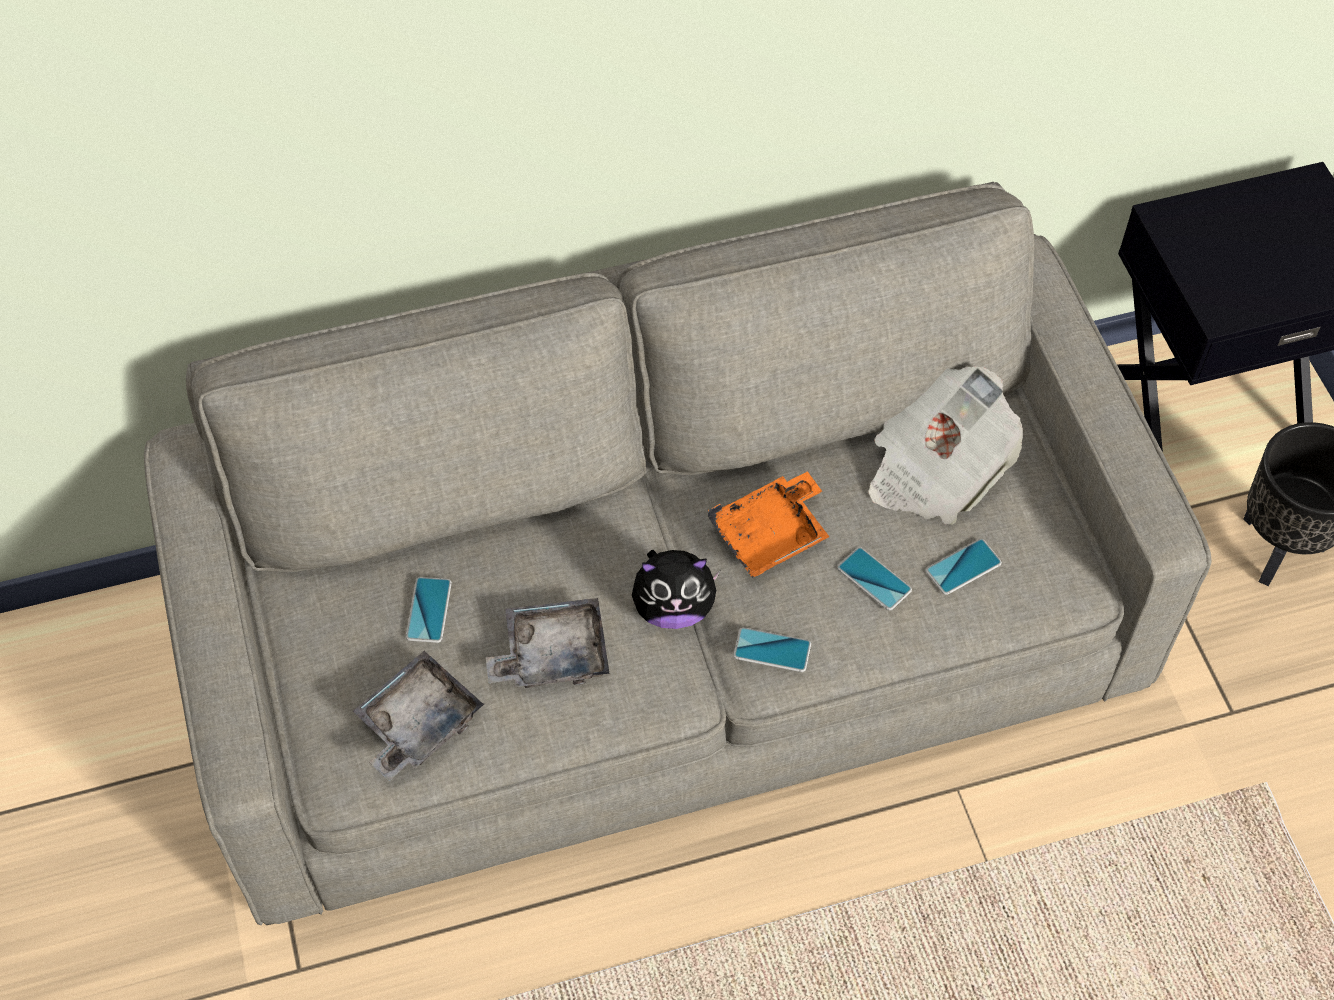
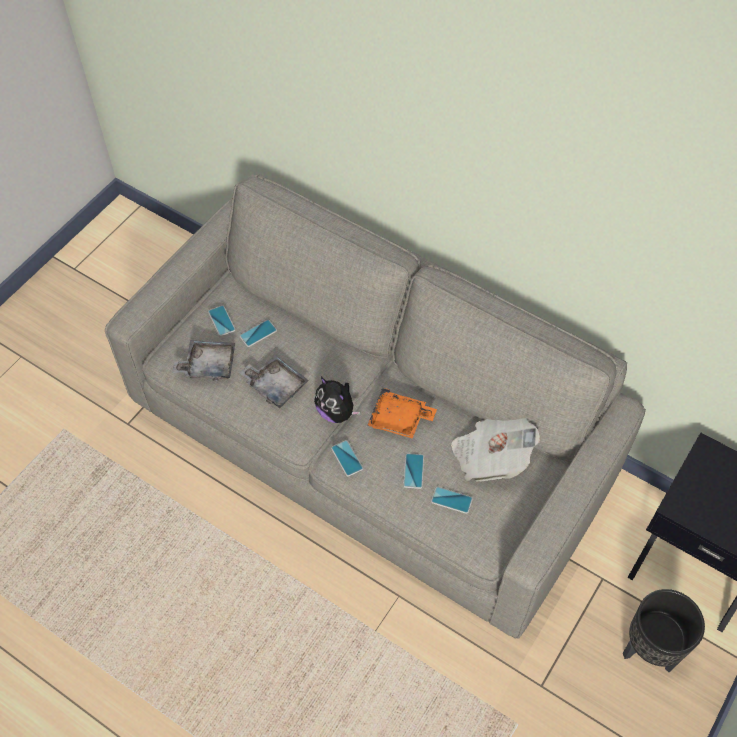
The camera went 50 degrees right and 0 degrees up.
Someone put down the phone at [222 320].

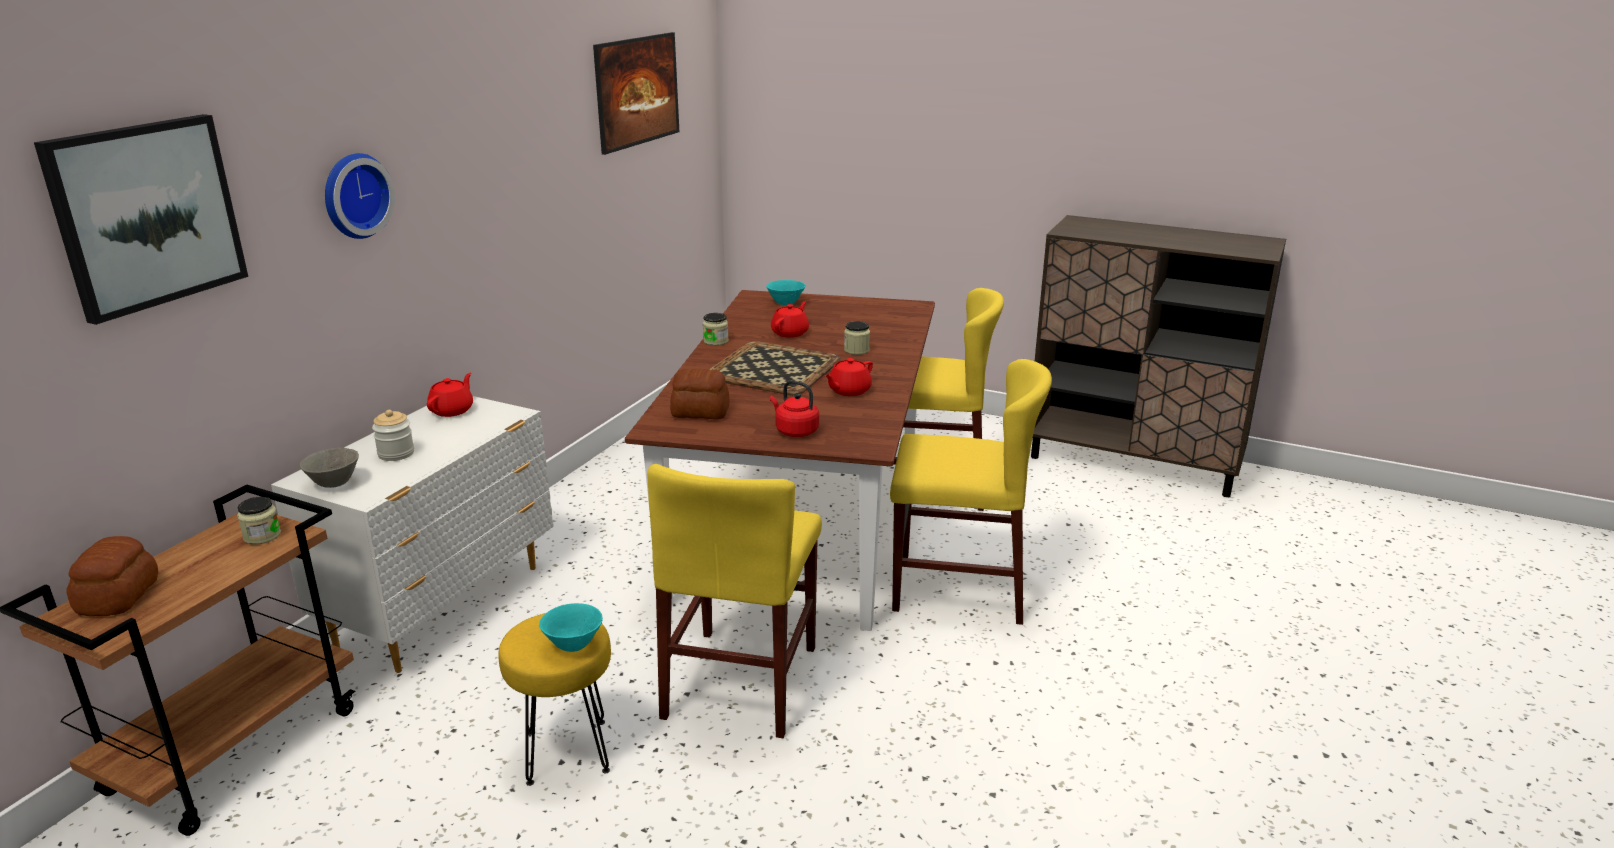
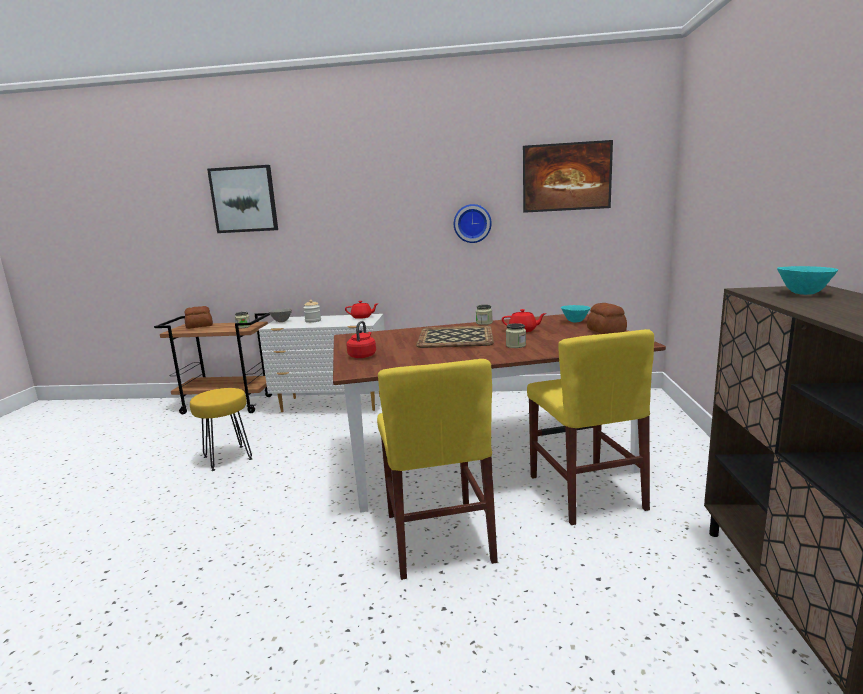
The camera went 70 degrees right and 10 degrees down.
Someone carried the wall_clock from [360 196] to [473 223].
Someone carried the bread from [699 394] to [607 318].
Someone carried the turquoise_bowl from [571 627] to [807 280].
Someone took away the yellow_chair at [734 601].
Someone took away the red_teapot at [849 377].

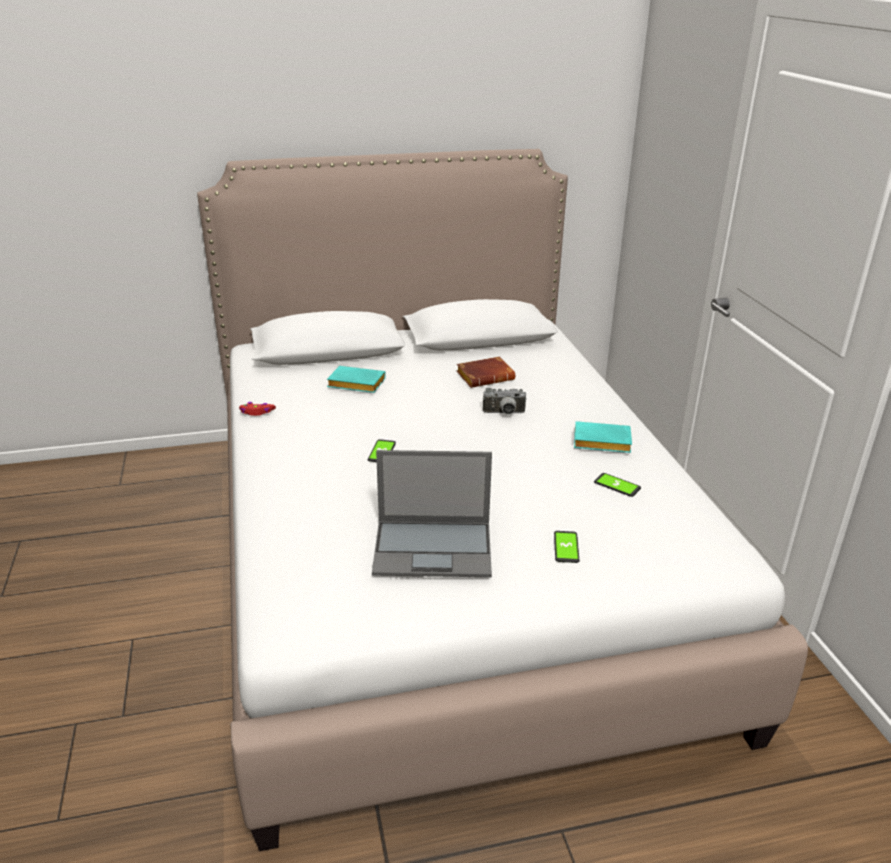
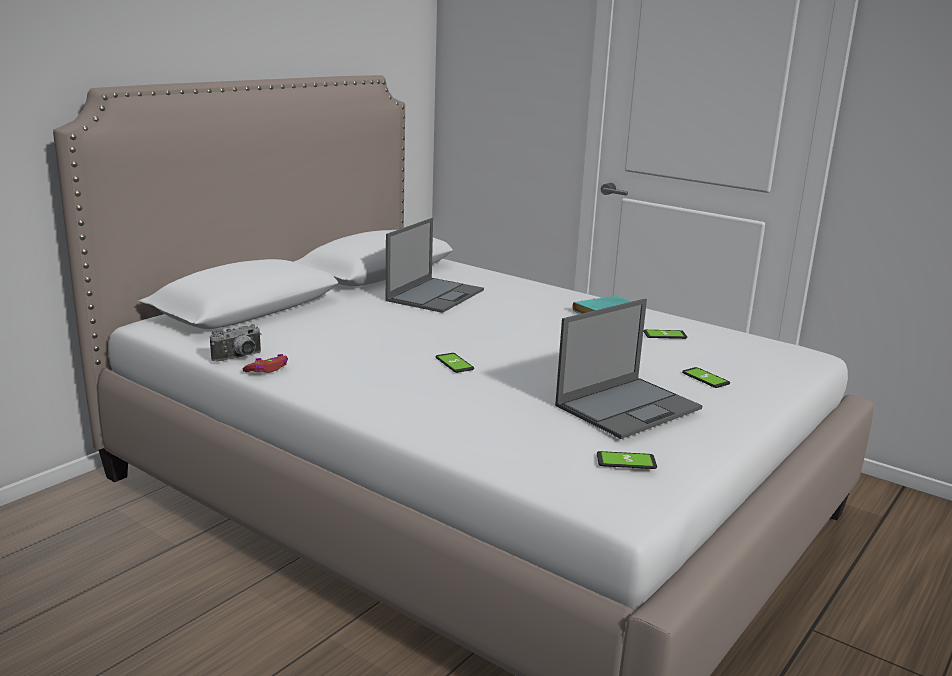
The camera went 40 degrees left and 10 degrees down.
Someone carried the photo_camera from [505 401] to [236 343].
Someone swapped the brown_book at [486 372] for the laptop at [435 265].
Someone put down the phone at [627 460].
Someone took away the turquoise_book at [356 379].

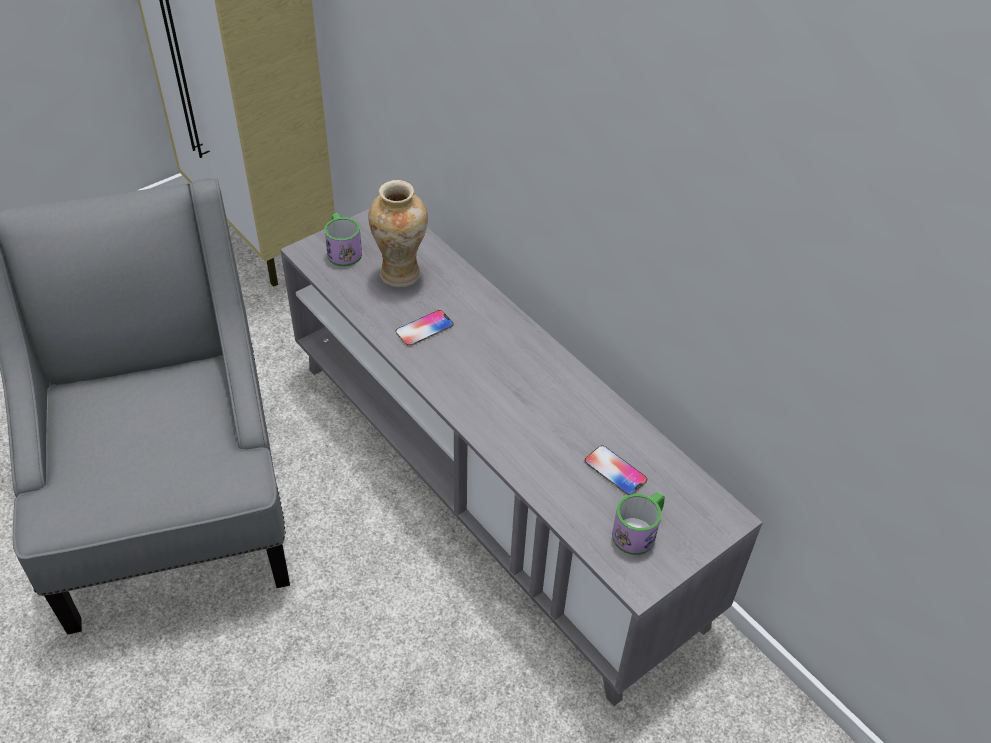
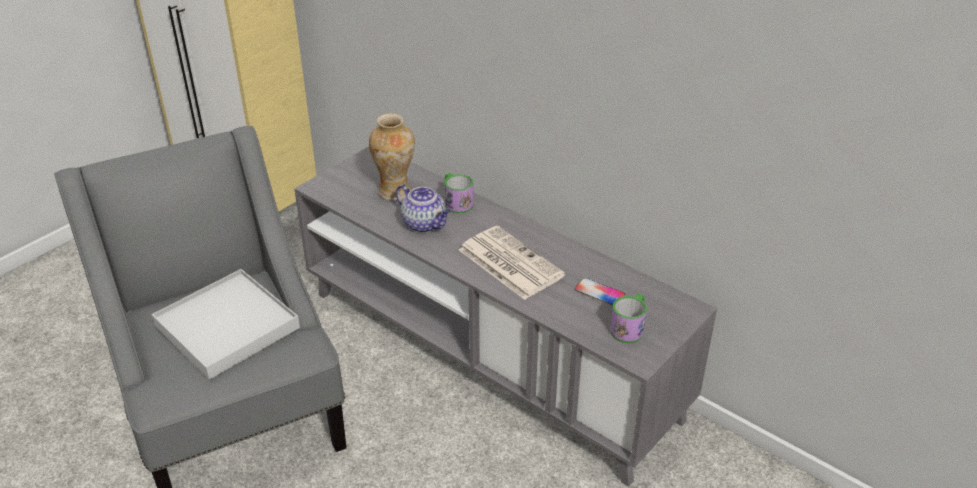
The camera went 10 degrees left and 10 degrees down.
Someone put down the white_tray at [226 324].
Someone swapped the phone at [425 328] for the teapot at [423 208].
Someone carried the mug from [343 240] to [459 193].
Someone put down the newspaper at [512 263].

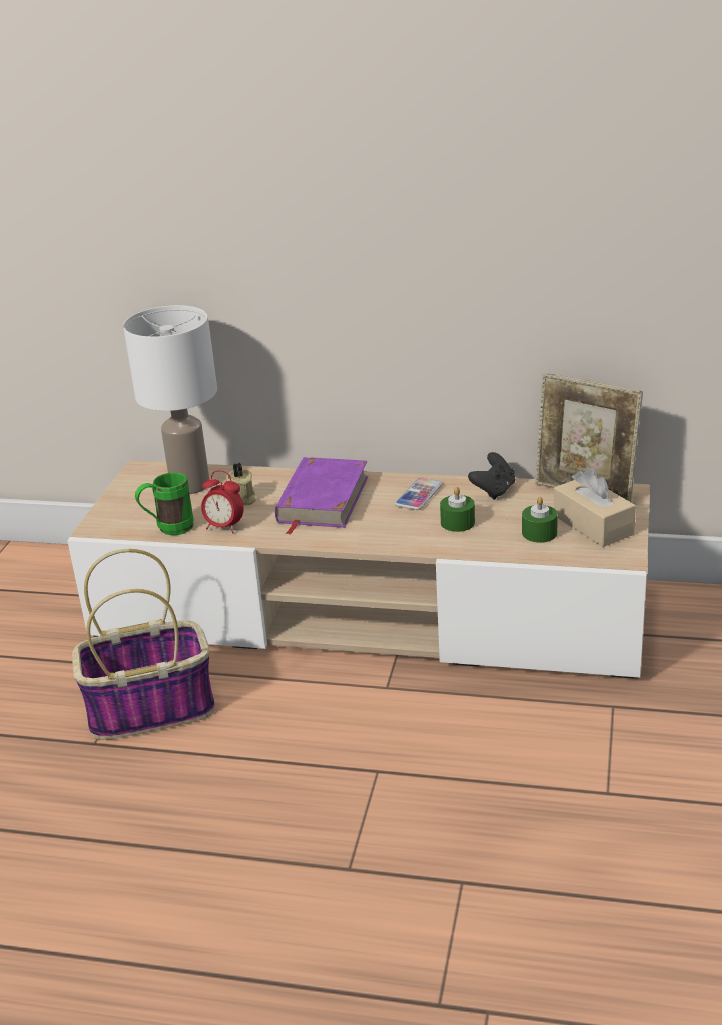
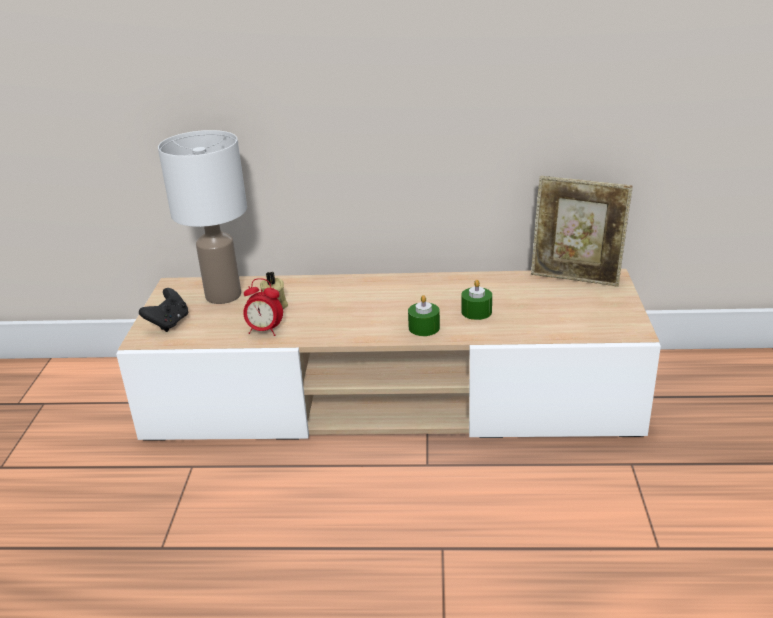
The camera went 10 degrees left and 0 degrees up.
Someone carried the black_game_controller from [491 476] to [163 310].
Someone carried the green_candle from [540 520] to [424 315].
Someone took away the basket at [143 644].
Someone took away the green_mug at [164 503].
Someone took away the purple_book at [321 496].
Someone took away the phone at [419 493].
Someone took away the beige_tissue_box at [595 507].

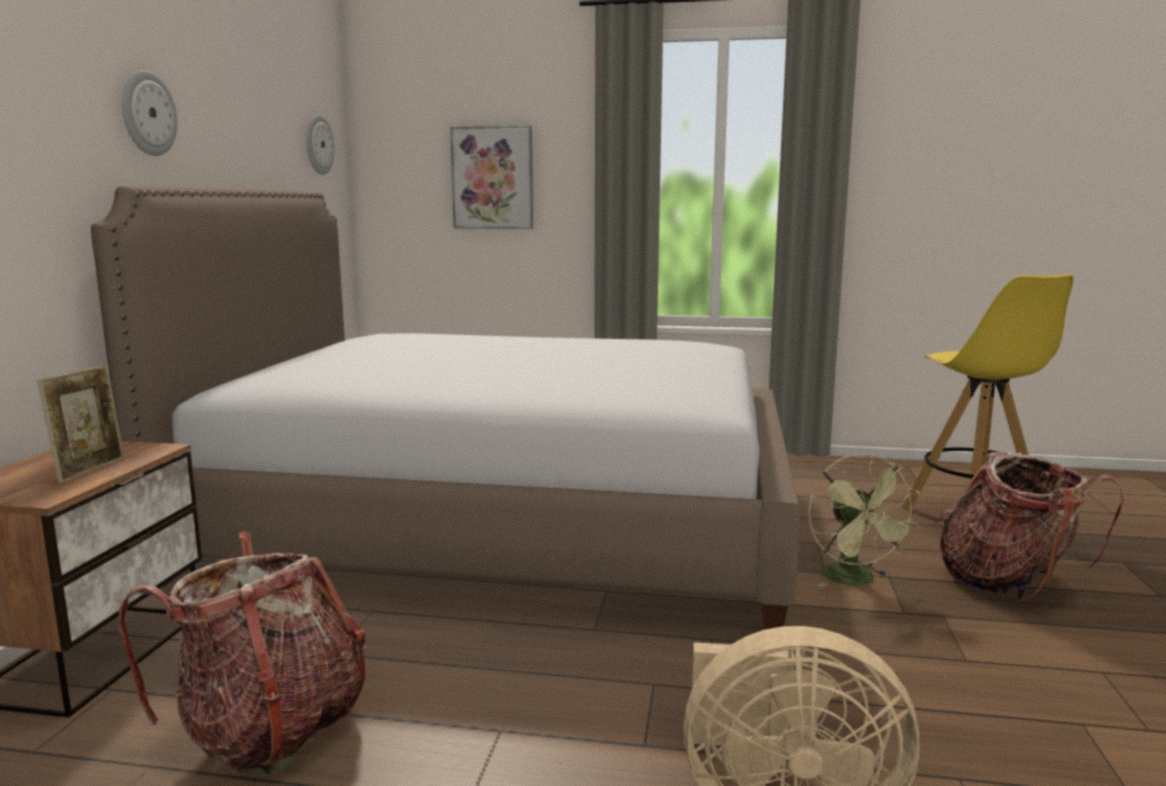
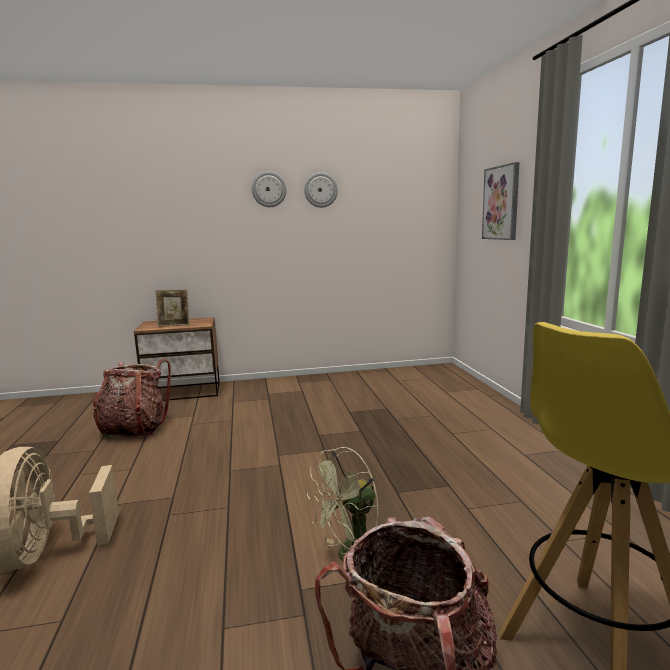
The camera went 70 degrees right and 0 degrees up.
Someone carried the wall_clock from [320 145] to [321 190].
Someone took away the bed at [445 408].

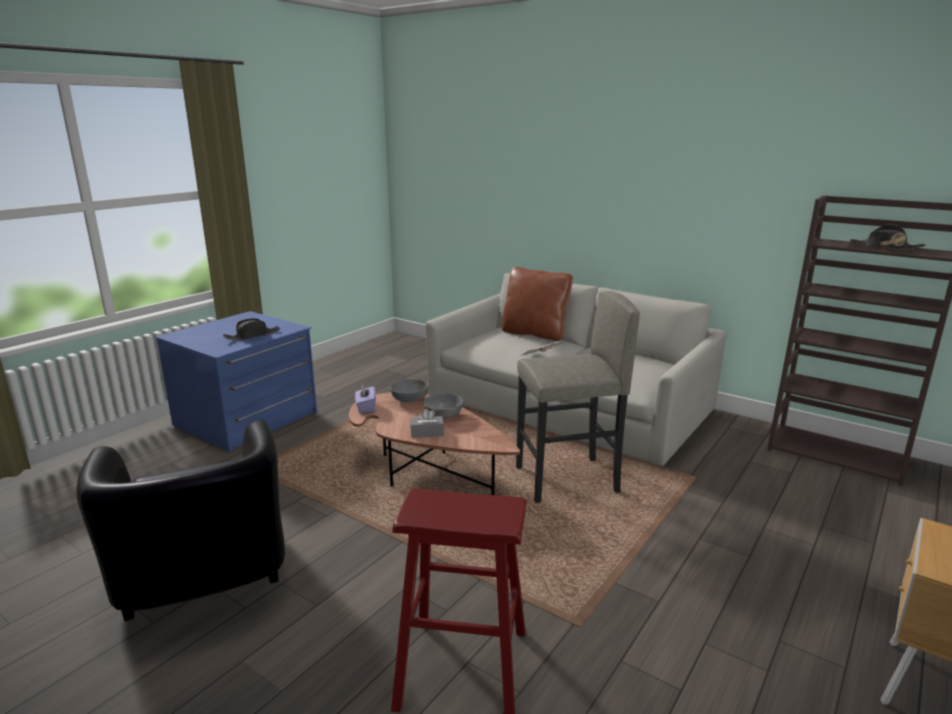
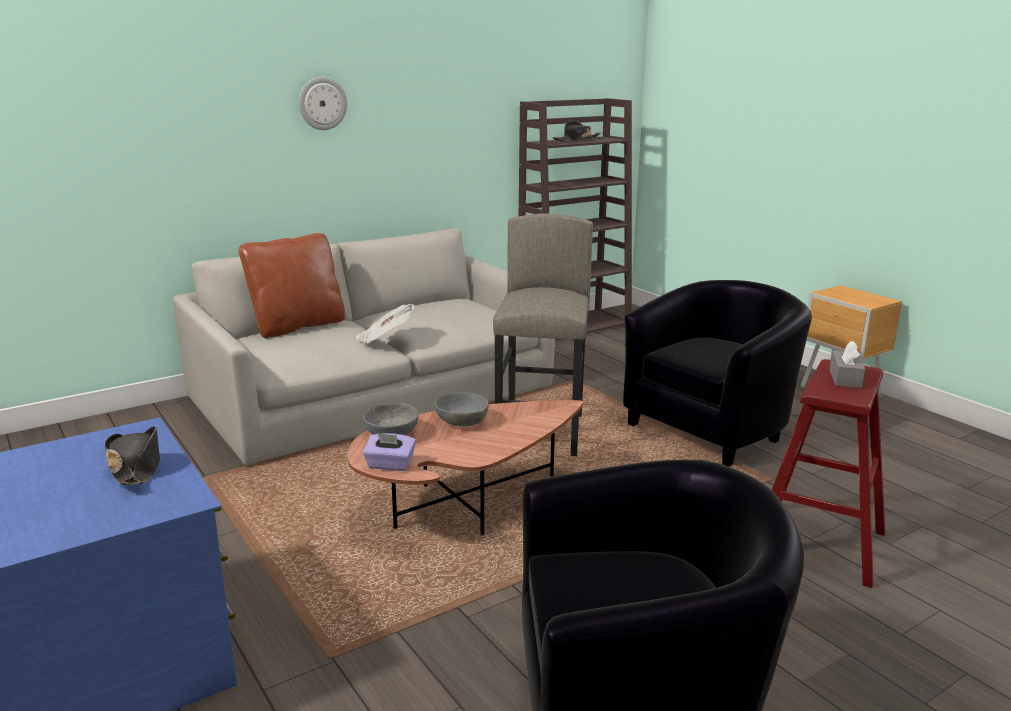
The camera went 70 degrees left and 0 degrees up.
Someone put up the wall_clock at [323 103].
Someone put down the black_armchair at [717 373].
Someone carried the grey_tissue_box from [427 423] to [847 364].

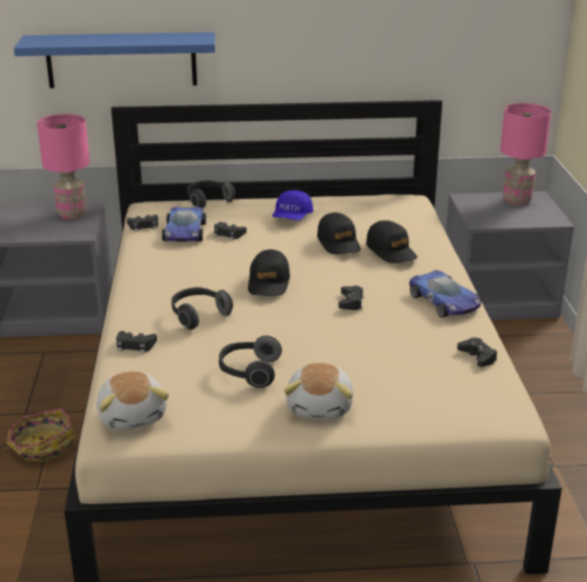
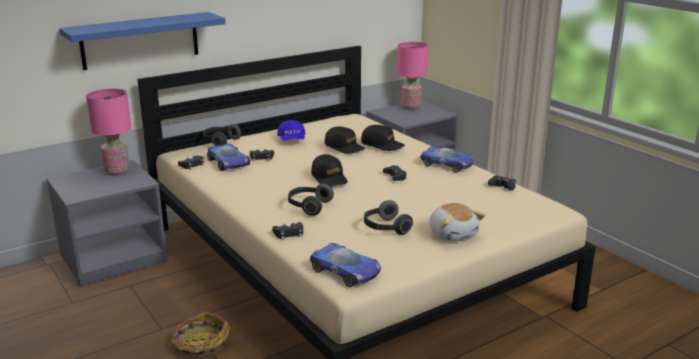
The camera went 30 degrees left and 5 degrees down.
Someone swapped the plush_toy at [132 400] for the toy_car at [345 265].

